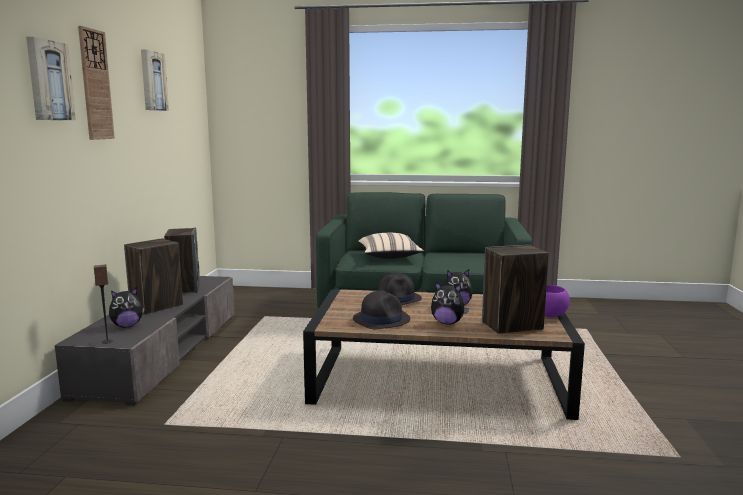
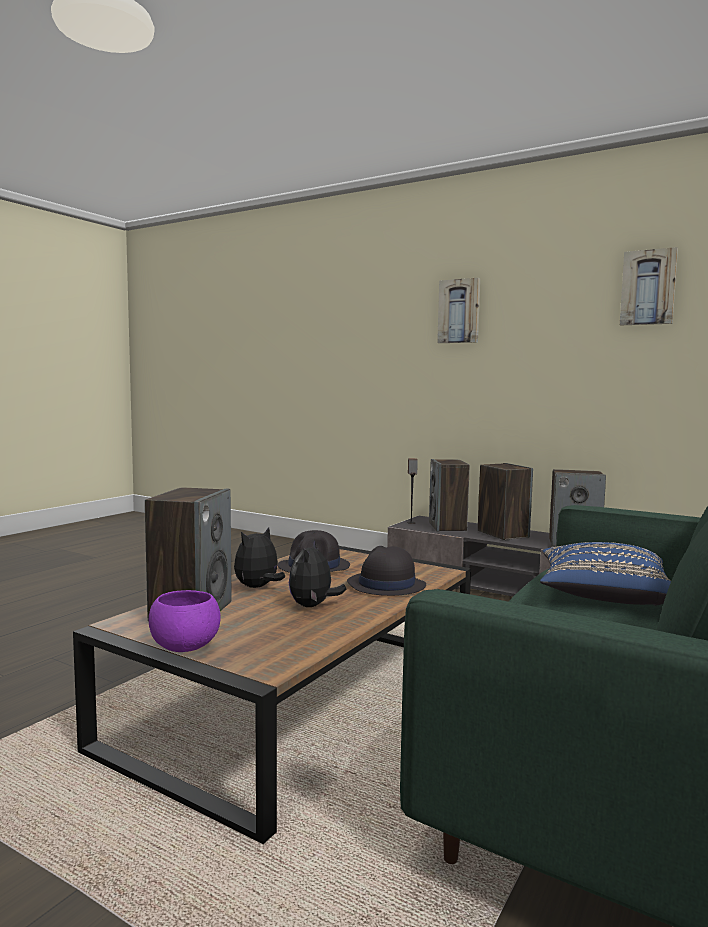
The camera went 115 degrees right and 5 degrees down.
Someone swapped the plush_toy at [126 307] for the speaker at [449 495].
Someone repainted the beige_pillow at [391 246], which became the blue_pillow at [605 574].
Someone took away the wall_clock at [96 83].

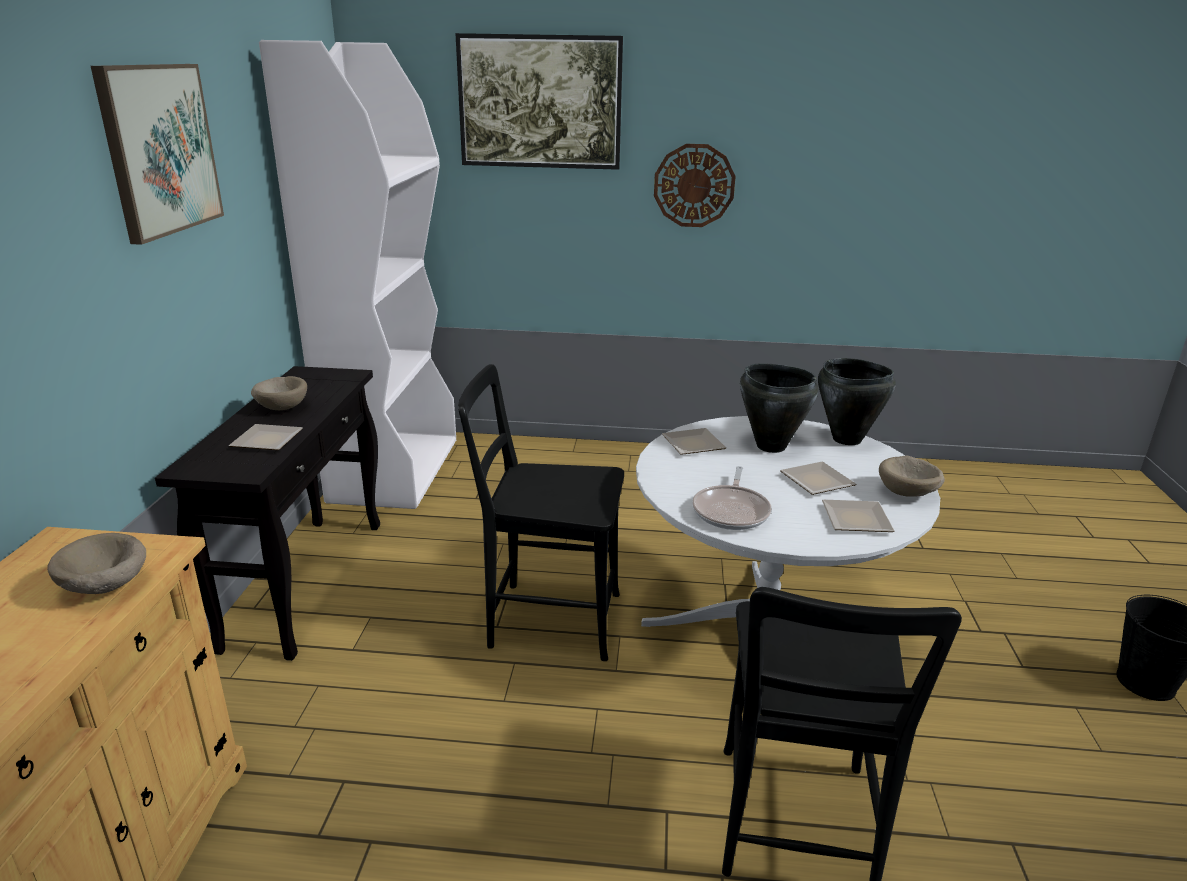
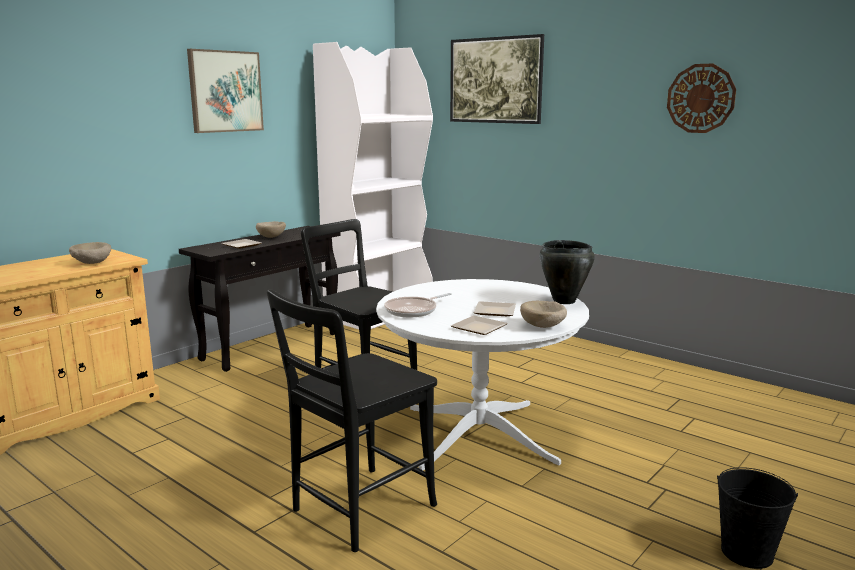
The camera went 35 degrees right and 10 degrees down.
Someone carried the wall_clock from [695 185] to [701 98].
Someone took away the plate at [694 441].
Someone took away the black_cooking_pot at [779 408].

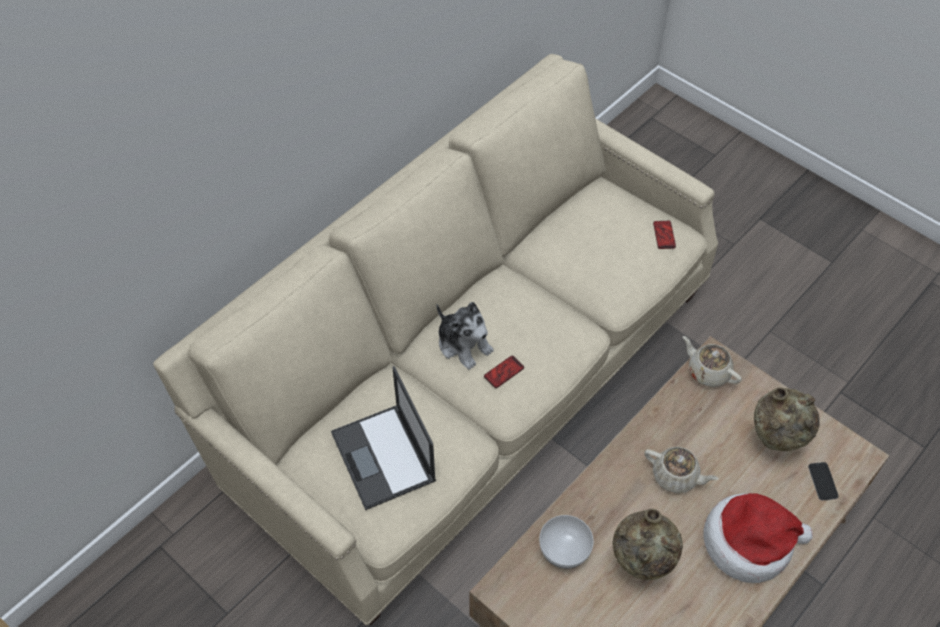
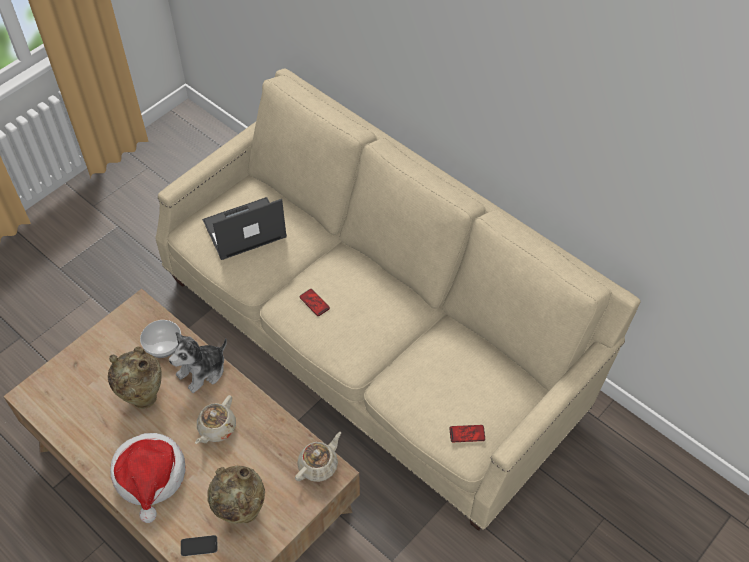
The camera went 90 degrees right and 0 degrees up.
Someone carried the plush_toy from [465 336] to [198 362].

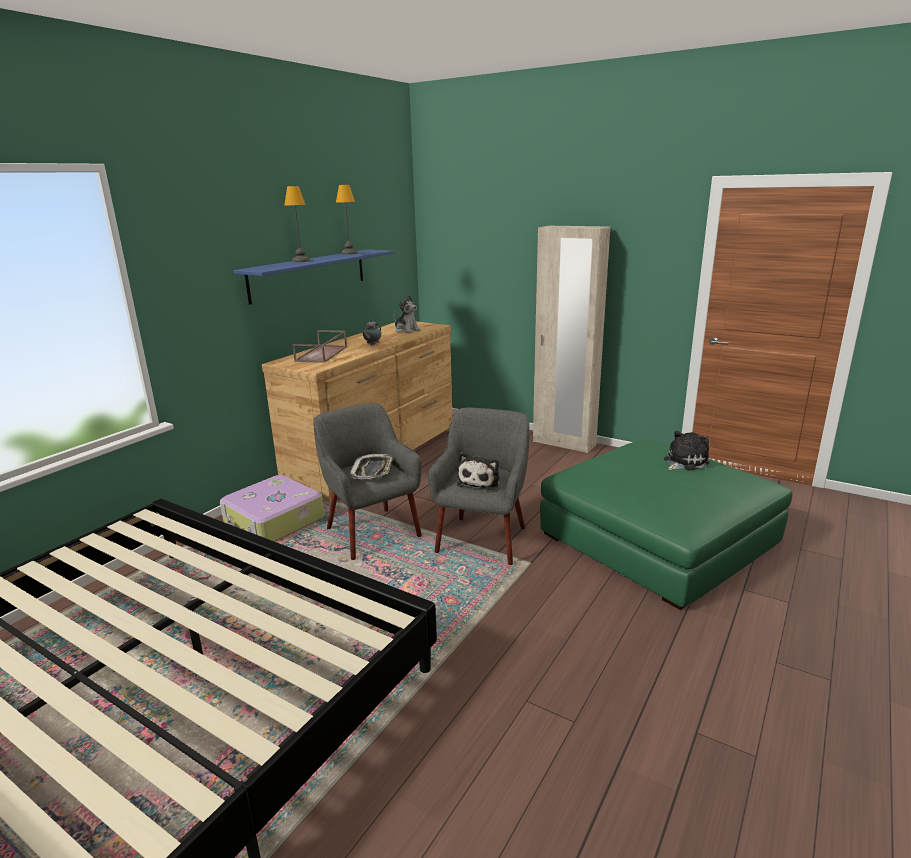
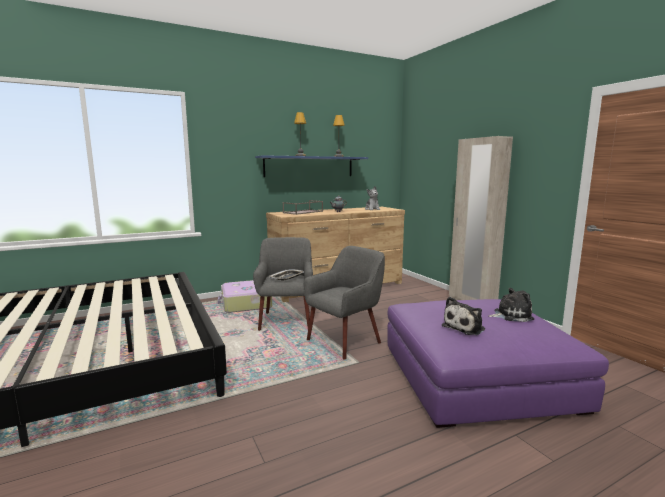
The camera went 30 degrees right and 10 degrees down.
Someone repainted the green_ottoman at [666 524], which became the purple_ottoman at [498 363].
Someone carried the plush_toy from [478 471] to [463 316].

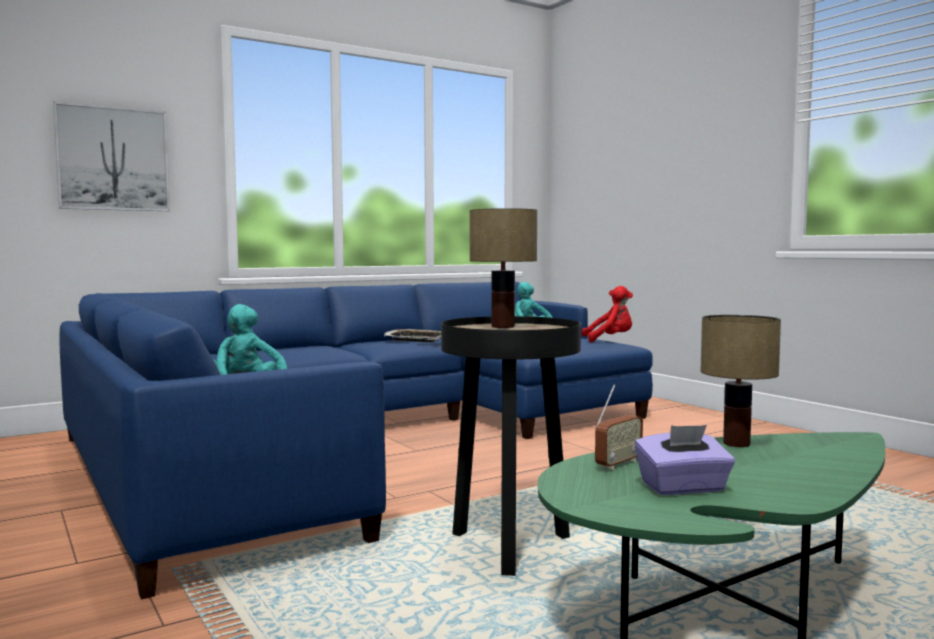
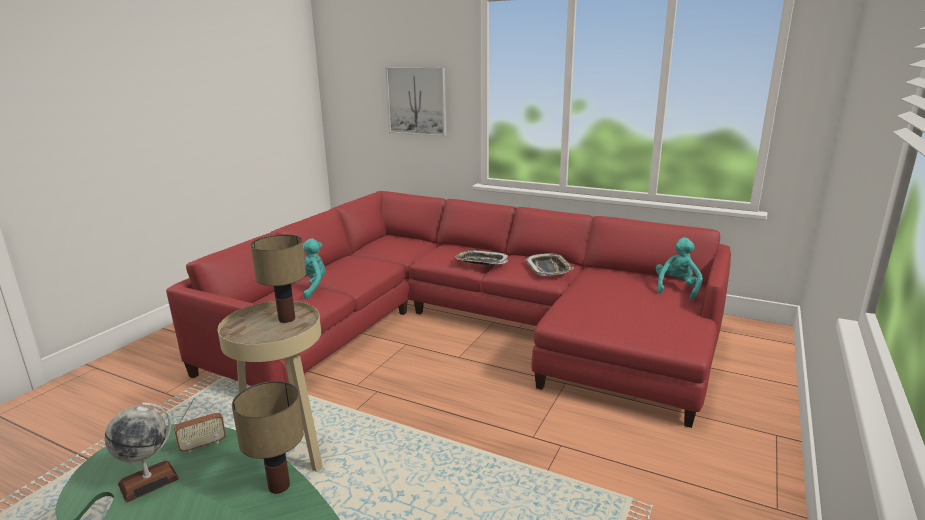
The camera went 60 degrees right and 15 degrees up.
Someone swapped the purple_tissue_box at [685 460] for the globe at [141 453].
Someone repainted the blue_sofa at [356 440], which became the red_sofa at [448 309].
Someone rotated the radio at [619 427] by 45 degrees counterclockwise.
Someone repainted the black_side_table at [511 446], which became the beige_side_table at [270 386].
Someone put down the tray at [481 258].
Someone took away the red_plush_toy at [607 314].

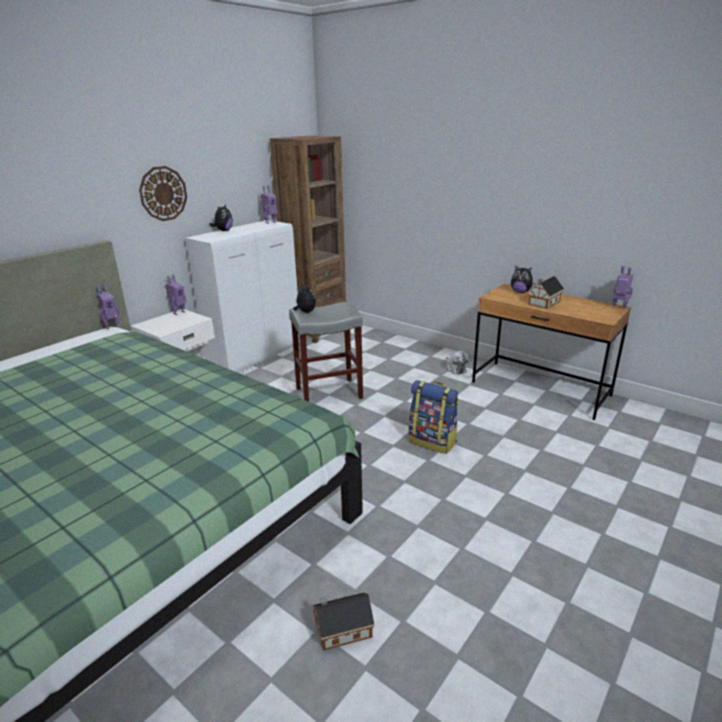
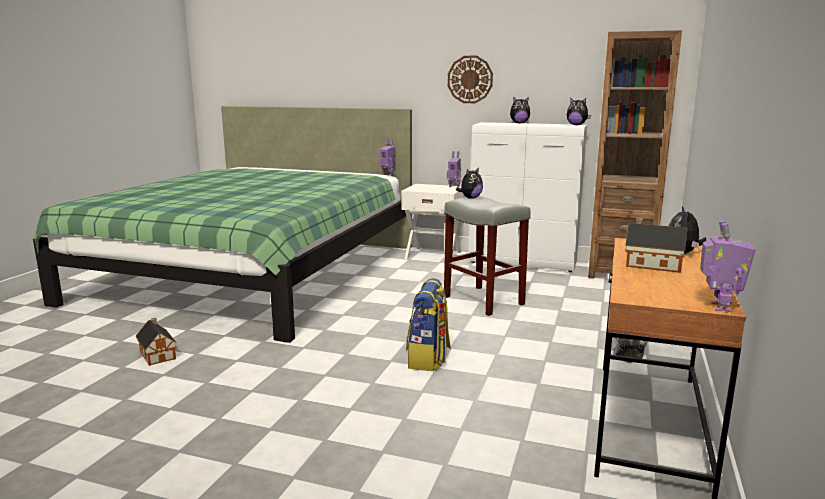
The camera went 70 degrees right and 10 degrees down.
Someone swapped the toy_robot at [269 205] for the plush_toy at [579 111].

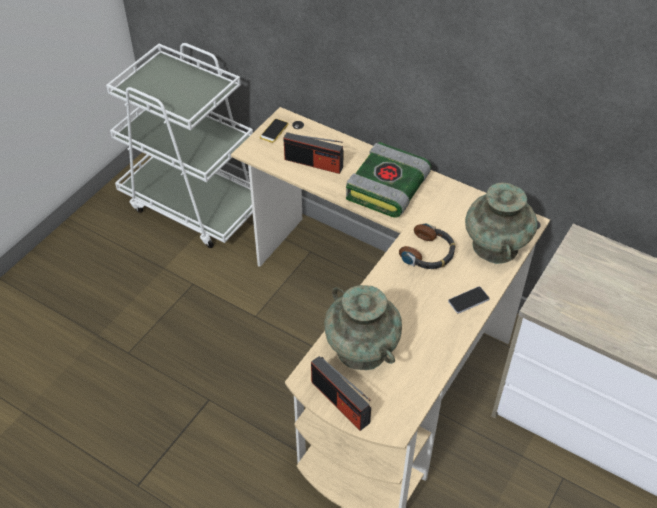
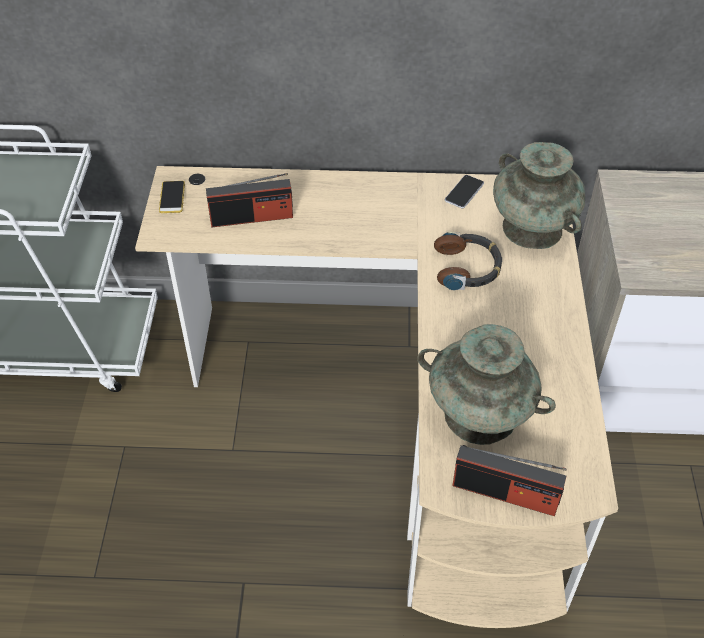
The camera went 30 degrees left and 0 degrees up.
Someone carried the phone from [469 300] to [464 191].
Someone took away the book at [388 180].

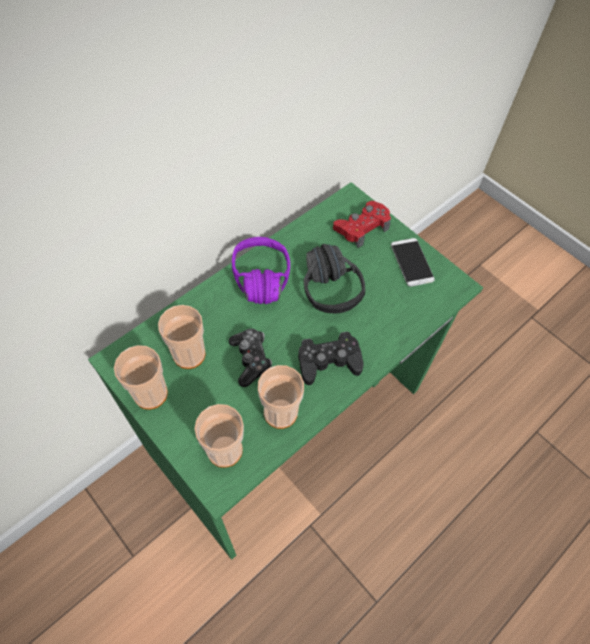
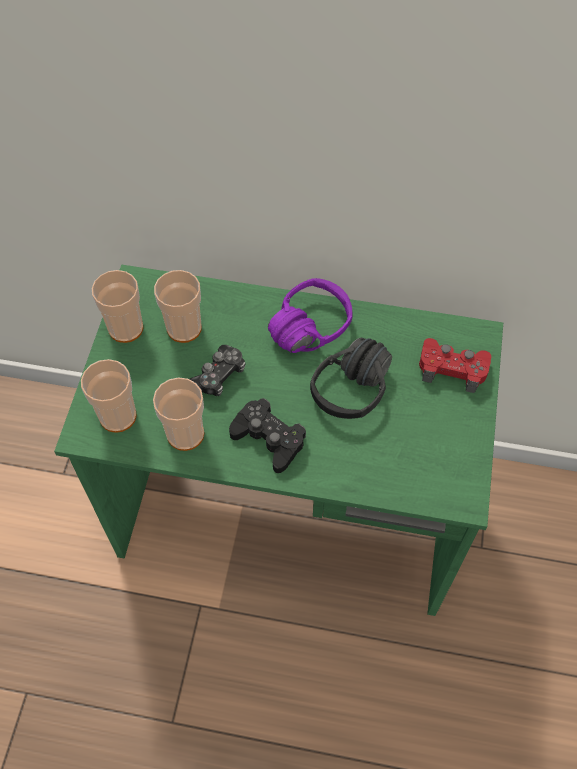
The camera went 55 degrees right and 0 degrees up.
Someone took away the phone at [413 262].

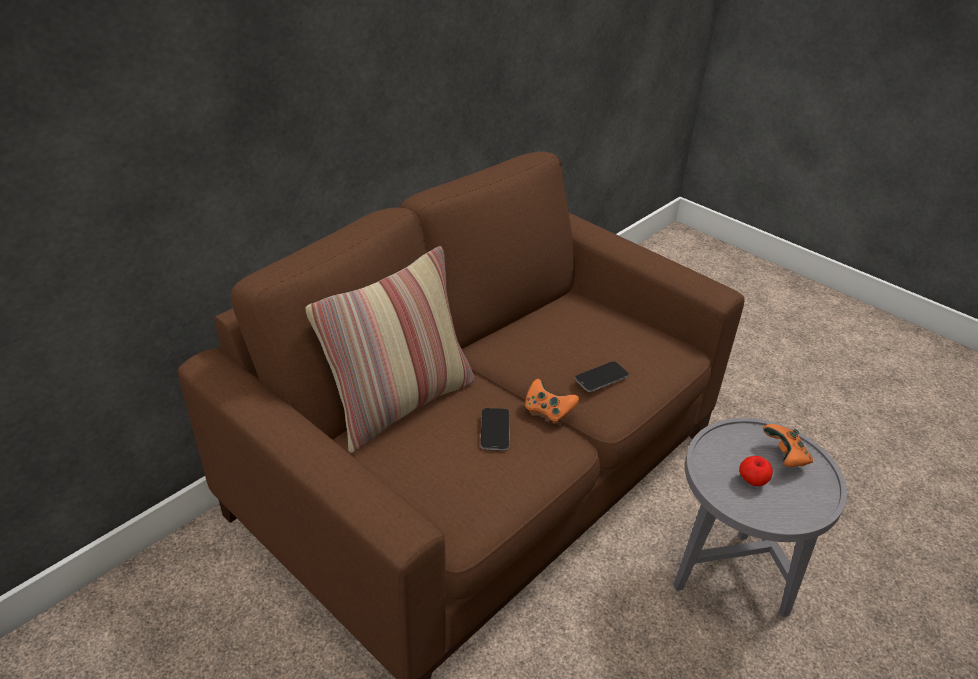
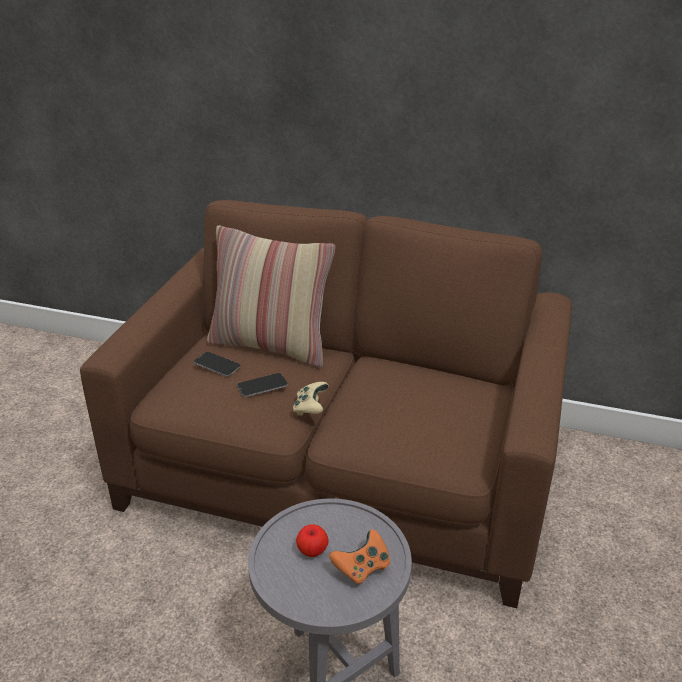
The camera went 65 degrees right and 5 degrees down.
Someone carried the phone from [602 376] to [217 364].
Someone repainted the orange_game_controller at [552 401], which became the beige_game_controller at [311 399].

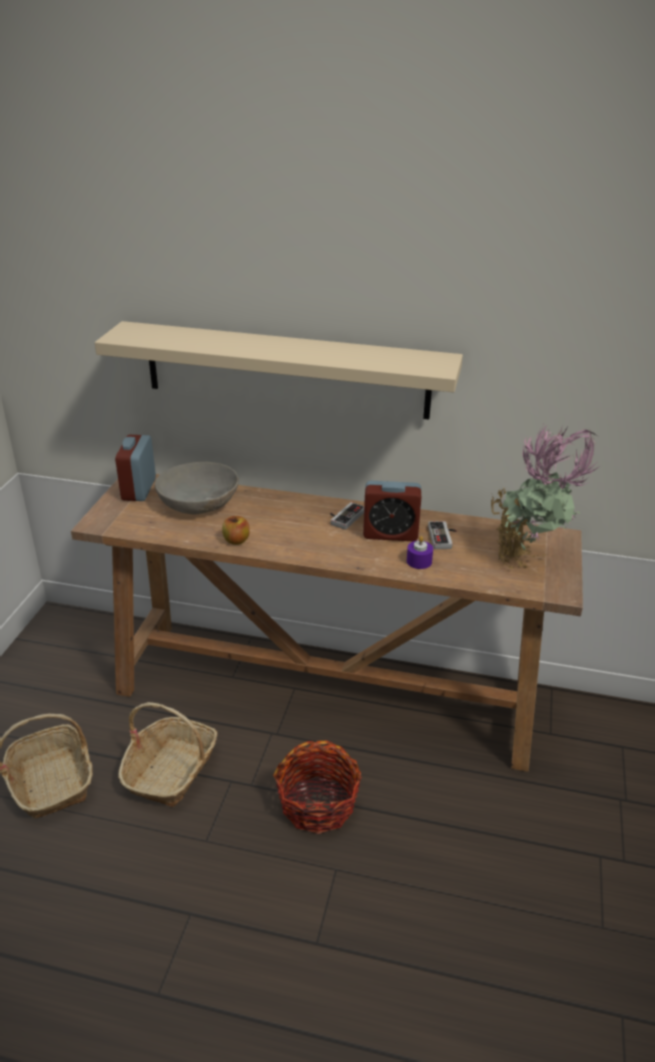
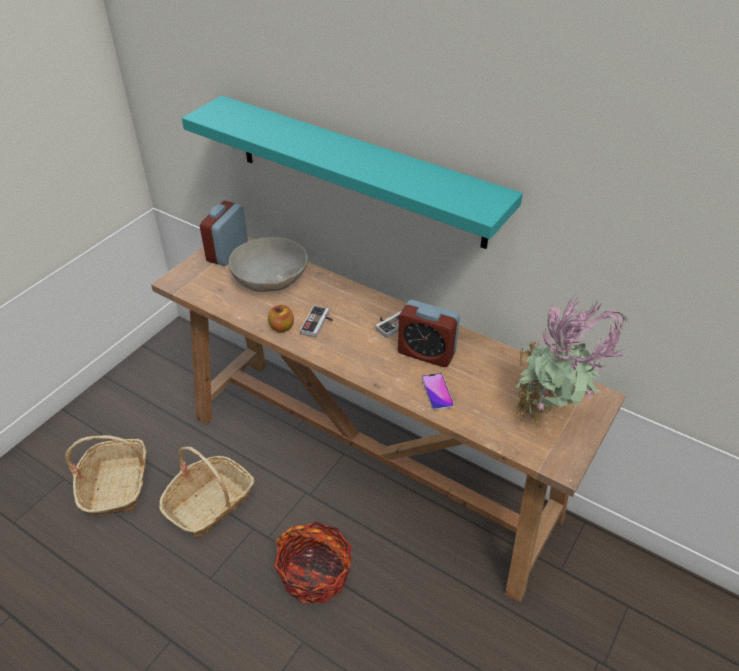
The camera went 20 degrees right and 10 degrees up.
Someone repainted the beige_shelf at [279 370], which became the turquoise_shelf at [352 172].
Someone carried the game_controller from [442 535] to [316 321].
Someone swapped the purple_candle at [420 552] for the phone at [437 391].

